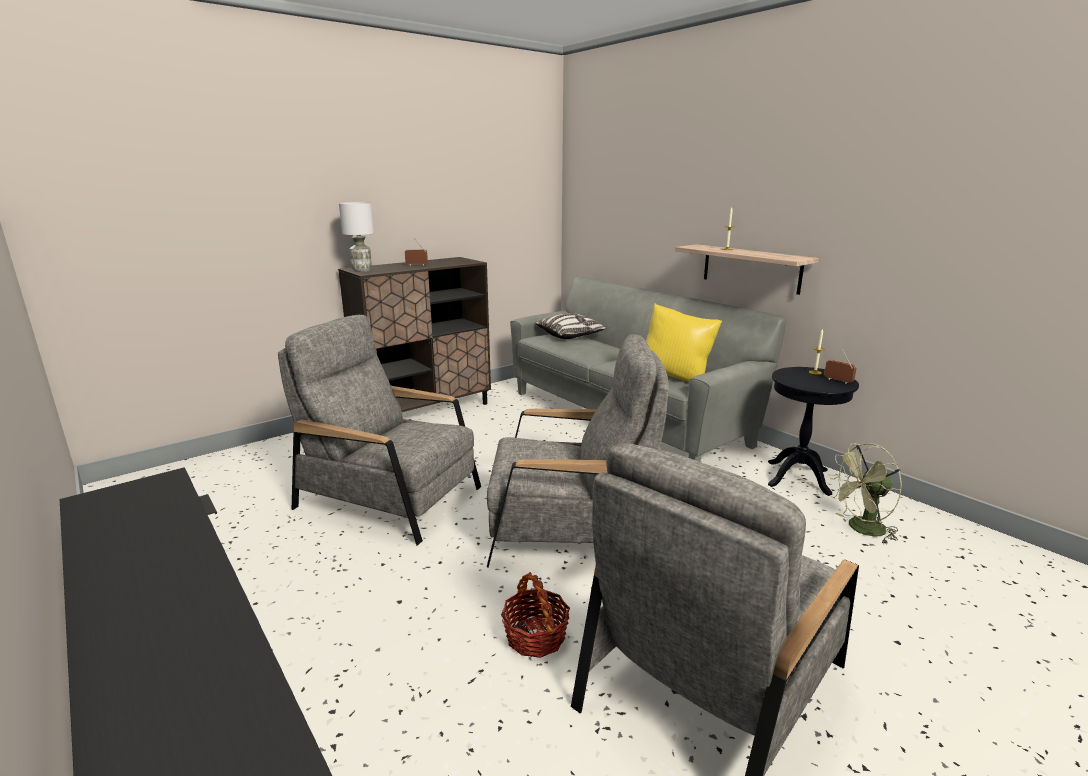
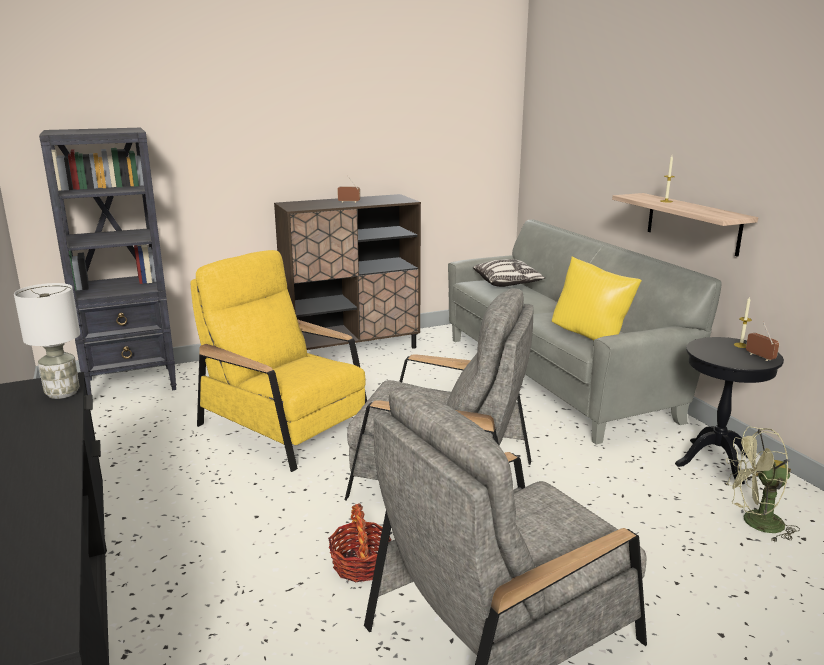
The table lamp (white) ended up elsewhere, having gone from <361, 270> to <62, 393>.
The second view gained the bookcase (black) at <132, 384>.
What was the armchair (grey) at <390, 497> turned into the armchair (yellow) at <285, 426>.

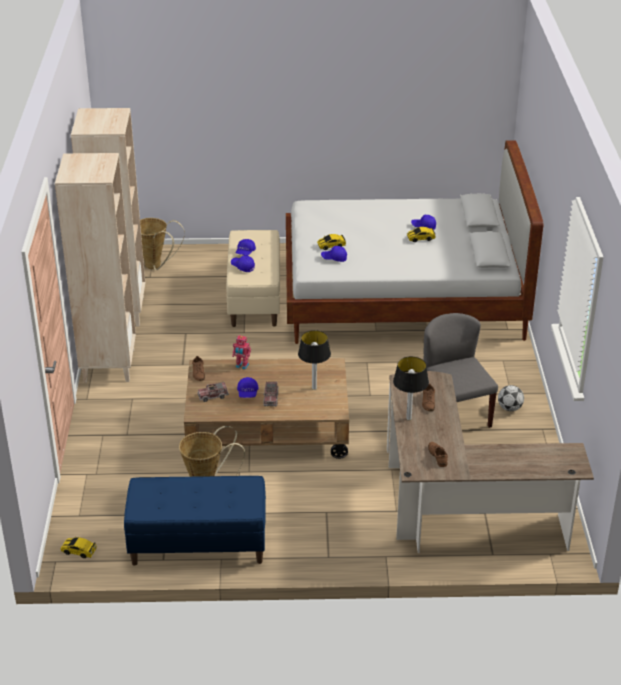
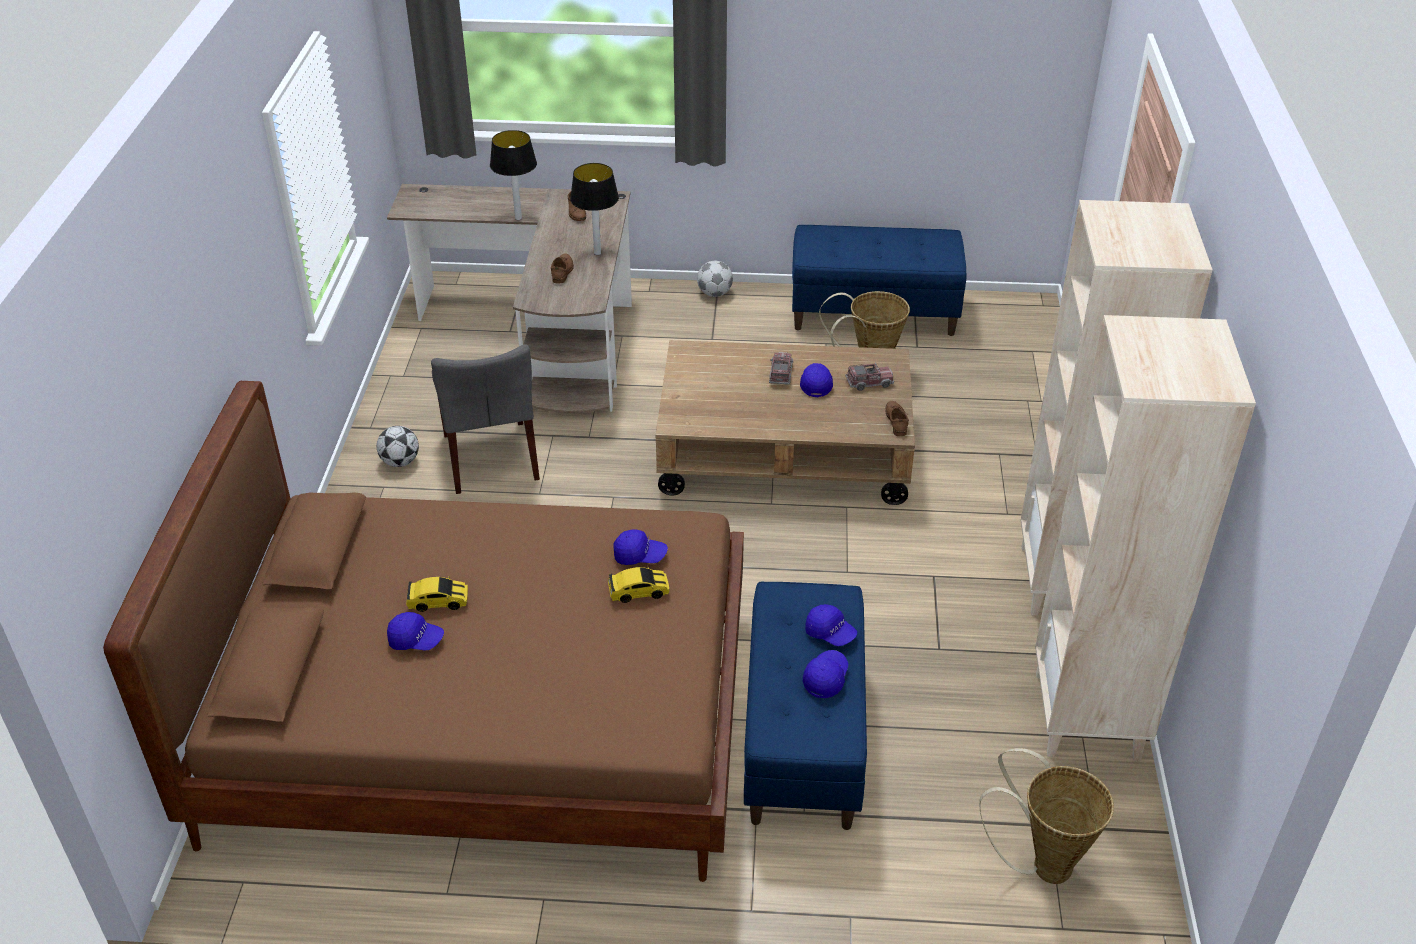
What was the bed (white) at <402, 297> turned into the bed (brown) at <485, 720>.
The table lamp ended up elsewhere, having gone from <314, 388> to <518, 218>.
The second view gained the football at <715, 293>.
What was the bench (beige) at <255, 298> turned into the bench (blue) at <801, 736>.
The second view lost the toy car at <79, 551>.
The second view lost the toy robot at <242, 366>.

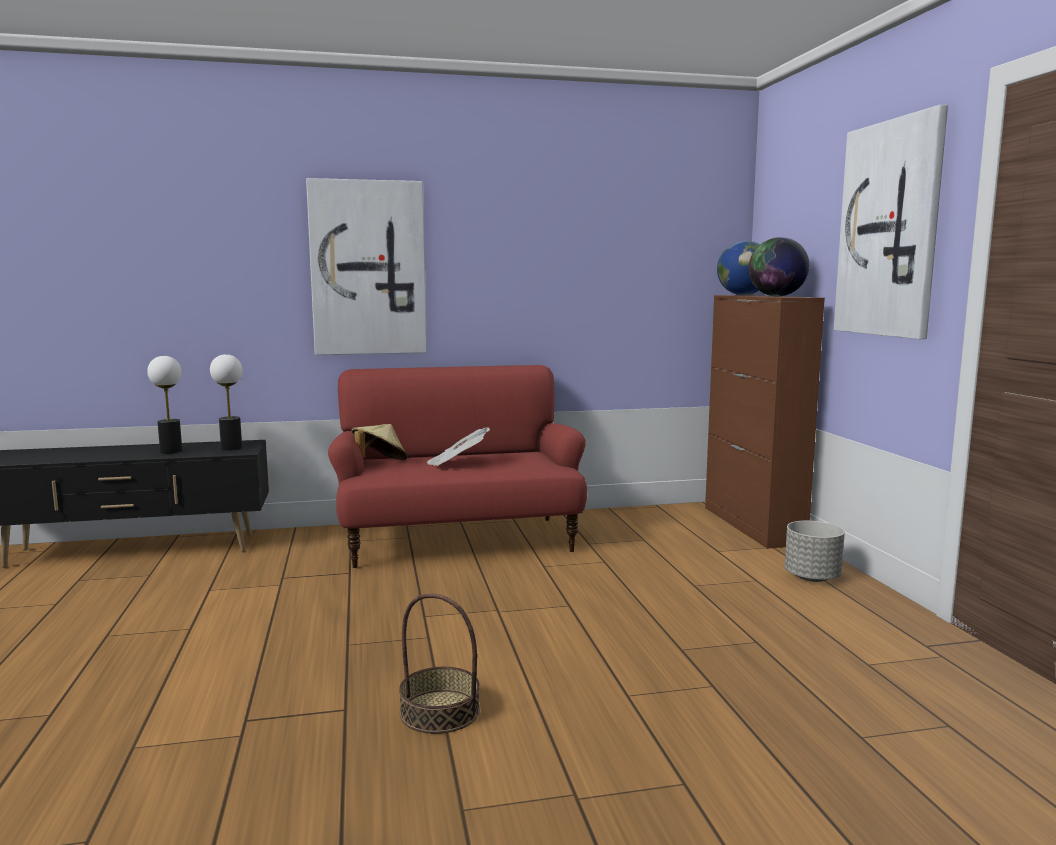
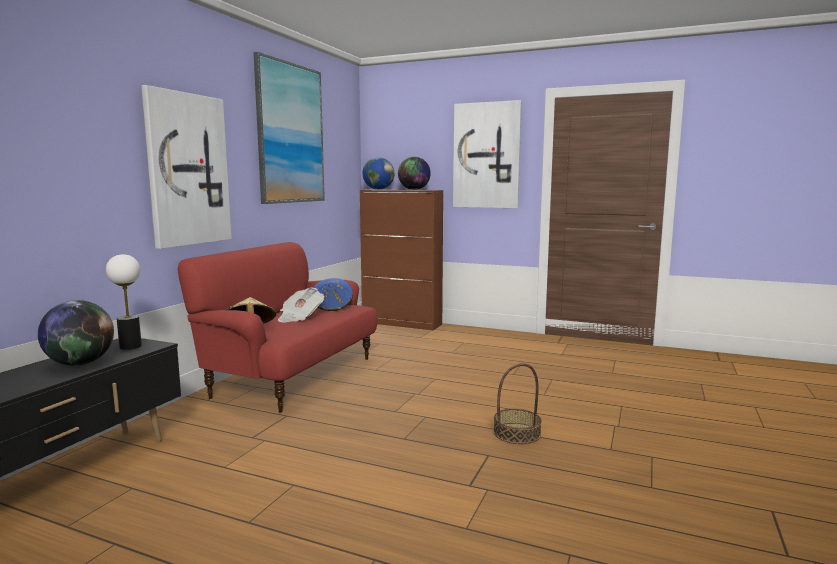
Where the table lamp stood at <171, 451>, the globe came to stand at <80, 363>.
The second view gained the picture at <290, 134>.
The second view gained the hat (blue) at <332, 307>.
The second view lost the planter (grey) at <812, 577>.

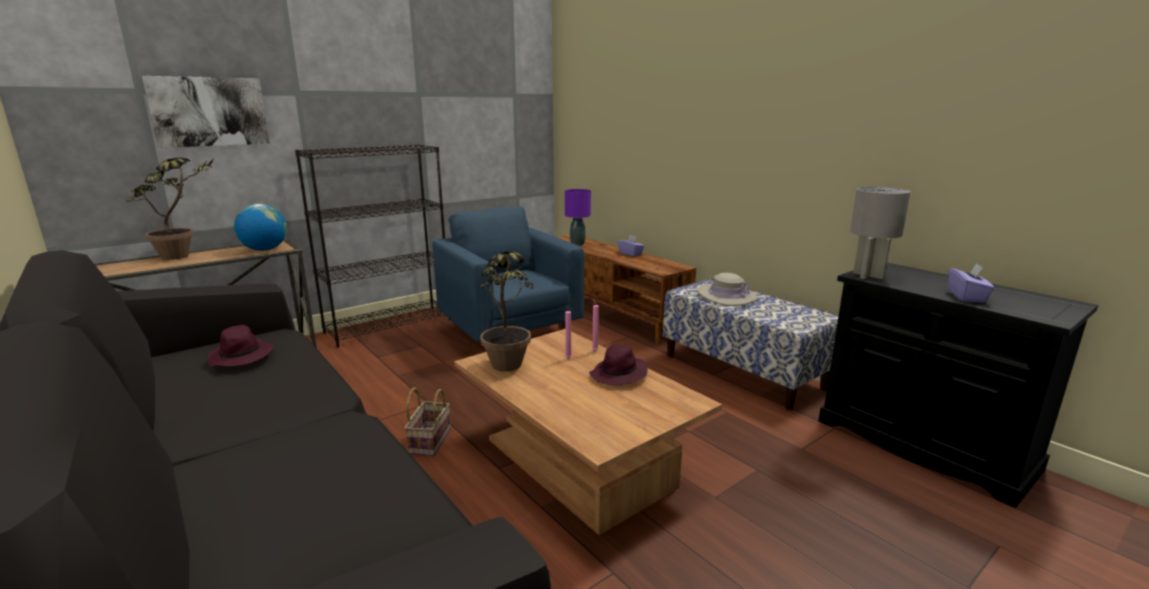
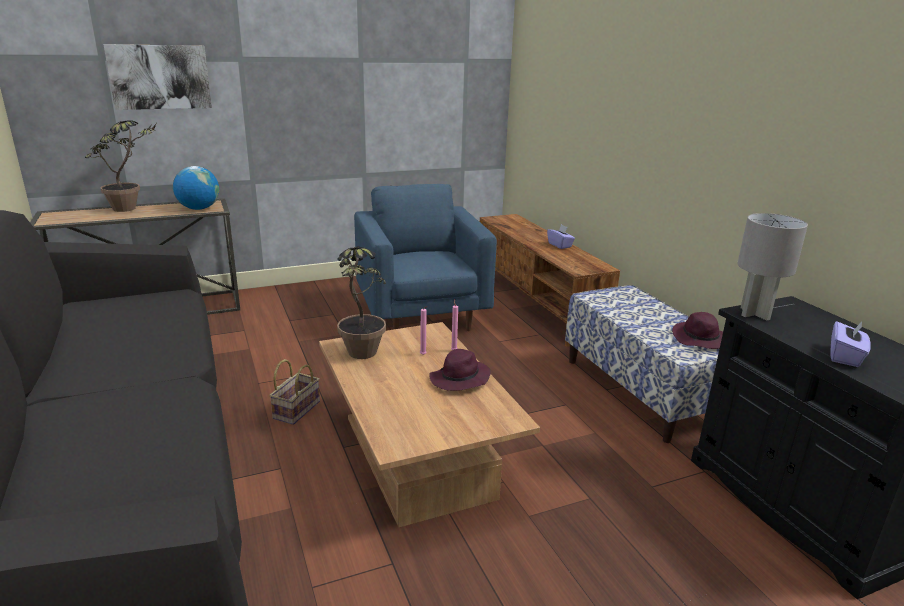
The hat (purple) ended up elsewhere, having gone from <242, 357> to <700, 339>.
The second view lost the bookcase (black) at <389, 325>.
The second view lost the table lamp (purple) at <577, 244>.
The second view lost the hat (beige) at <726, 296>.

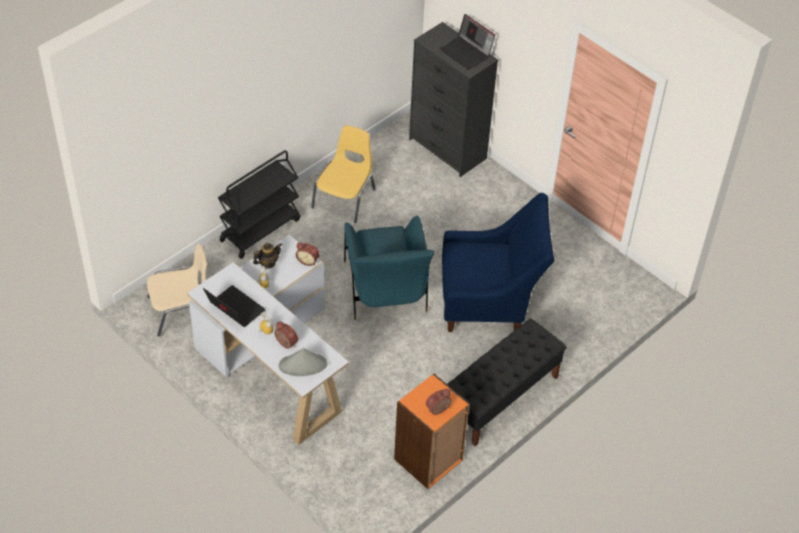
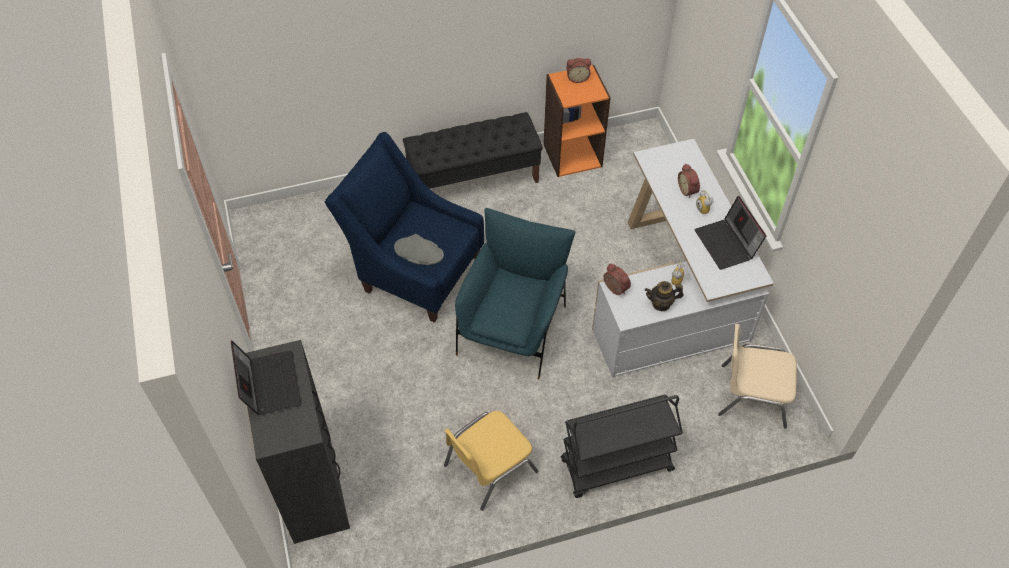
The hat (grey) ended up elsewhere, having gone from <303, 365> to <418, 252>.

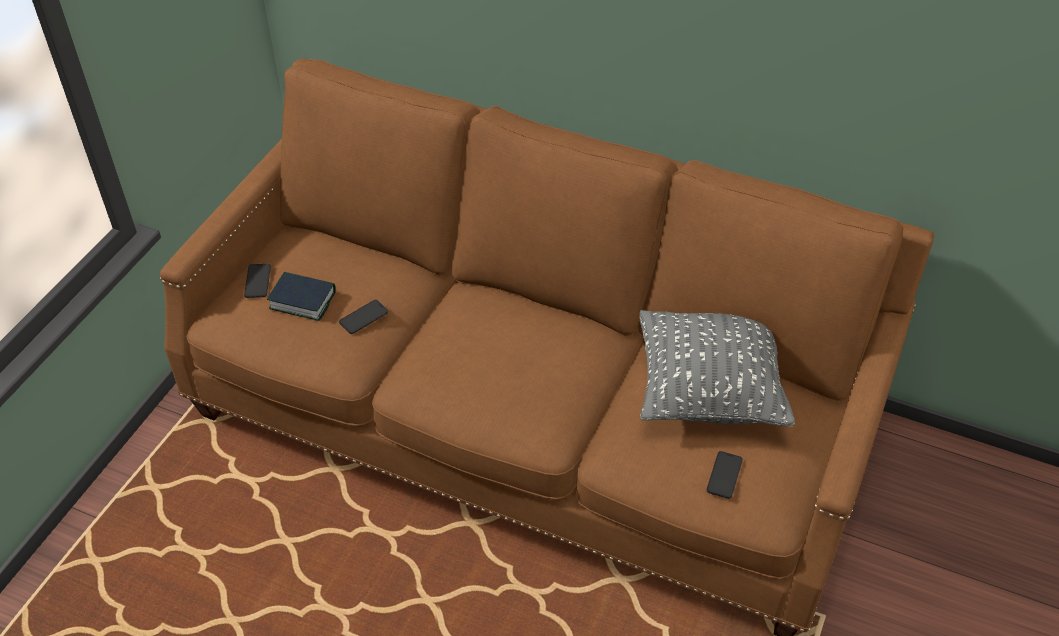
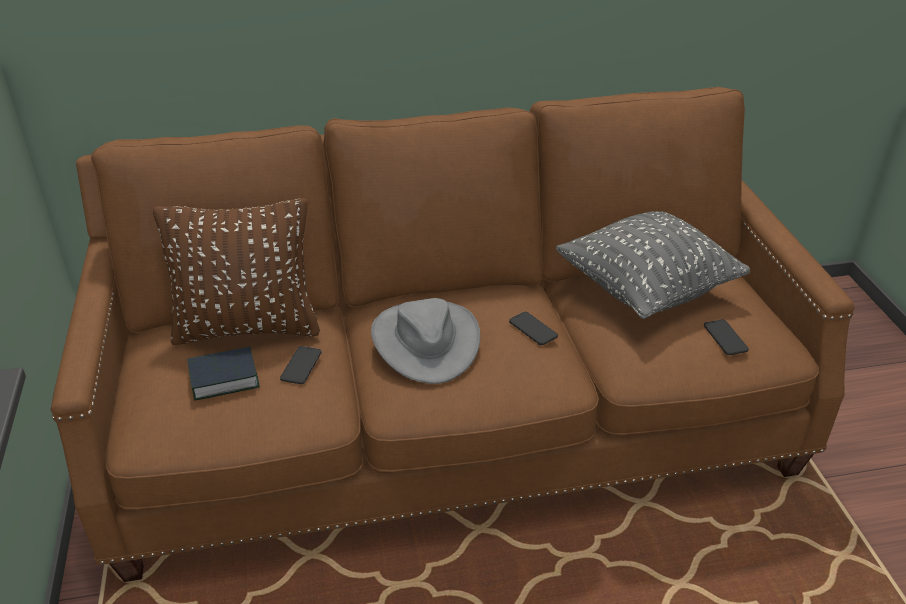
The second view gained the pillow (brown) at <248, 327>.
The second view gained the hat (grey) at <425, 341>.
The phone ended up elsewhere, having gone from <257, 281> to <533, 329>.

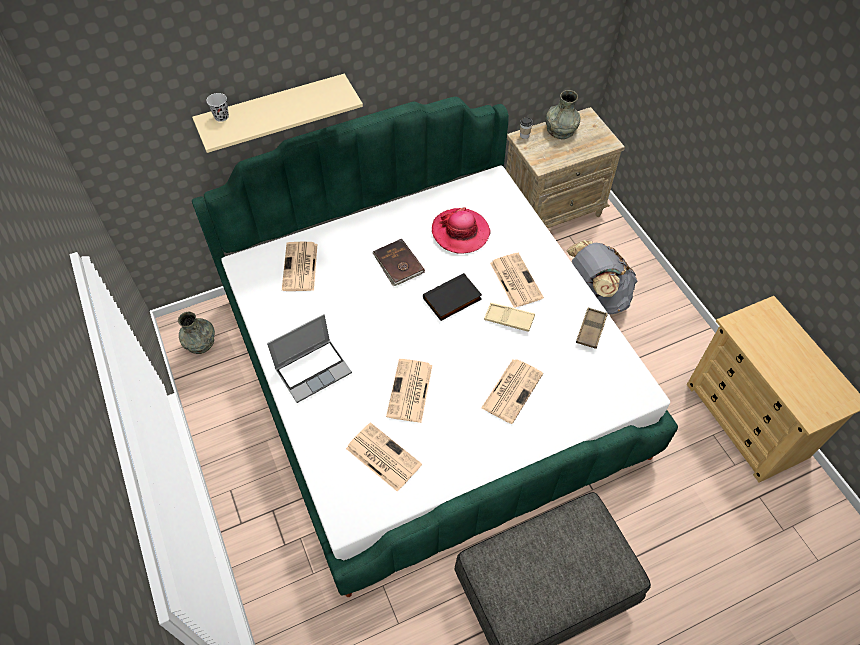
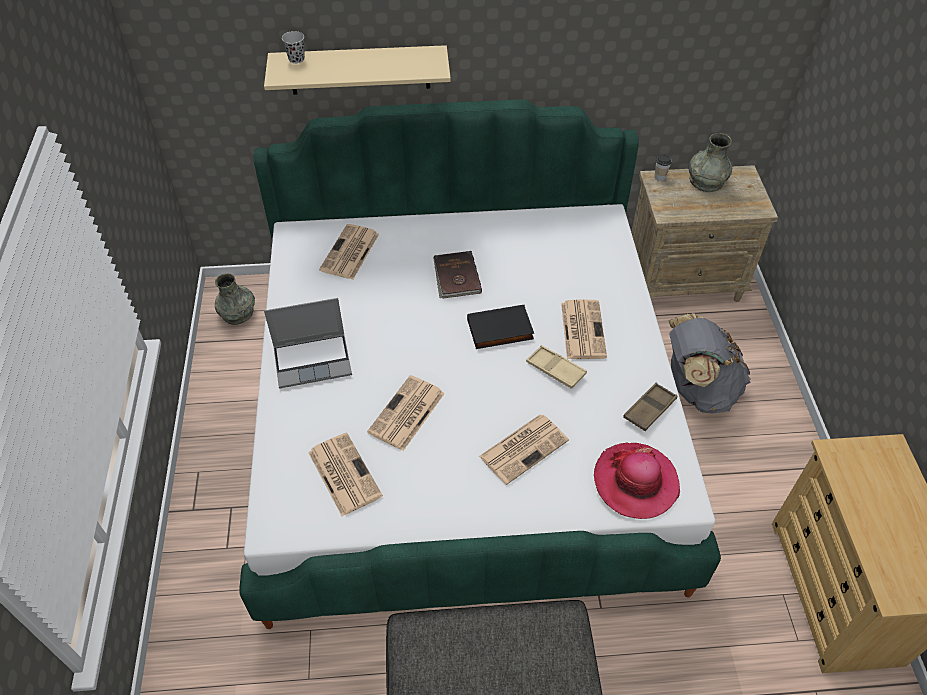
The hat ended up elsewhere, having gone from <460, 232> to <635, 482>.

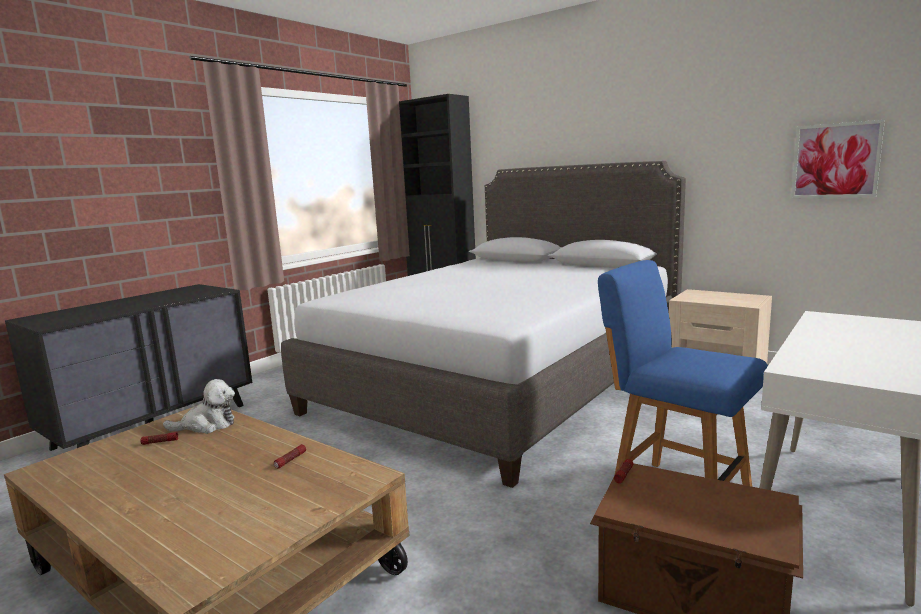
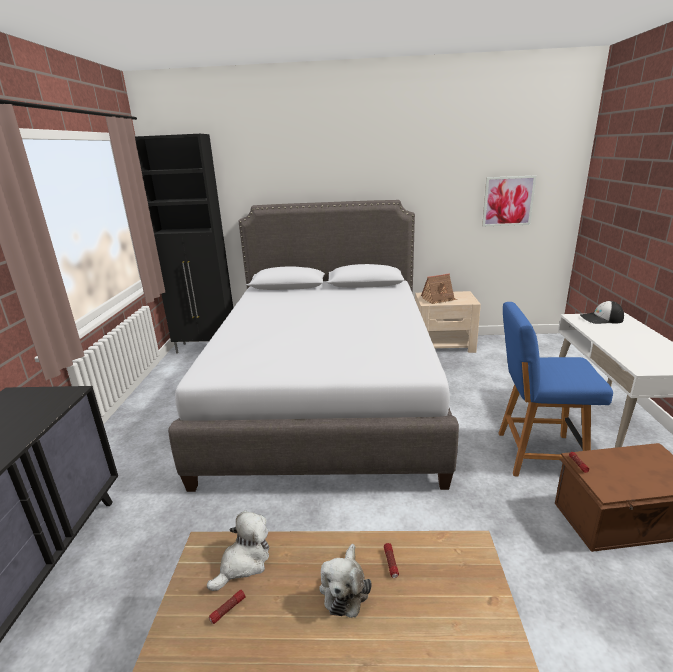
The second view gained the plush toy at <345, 589>.
The second view gained the toy house at <439, 299>.
The second view gained the cap at <601, 319>.

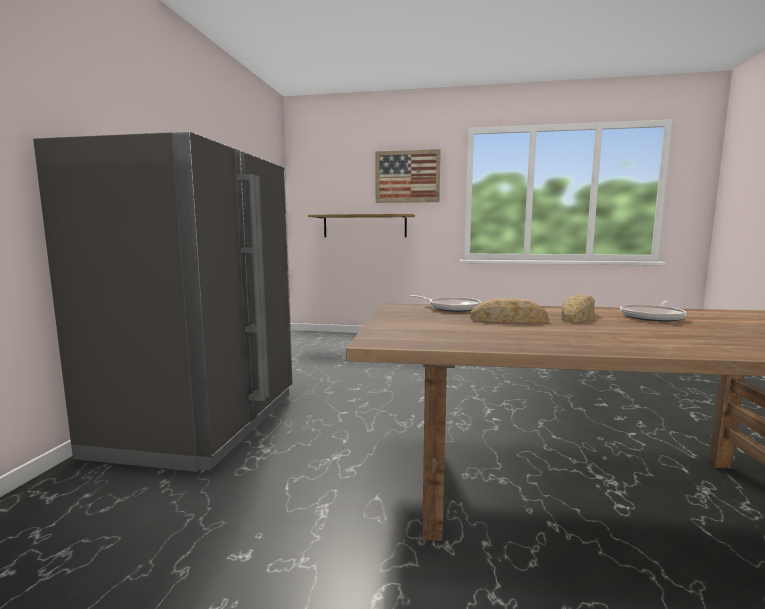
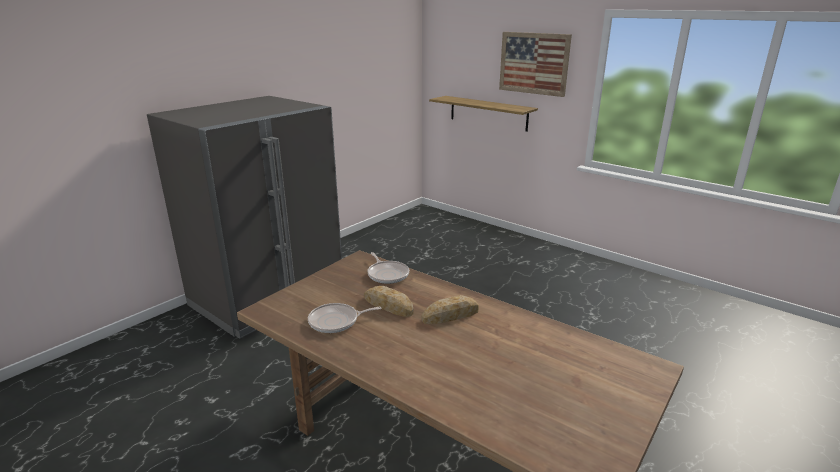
The frying pan ended up elsewhere, having gone from <653, 317> to <336, 321>.

